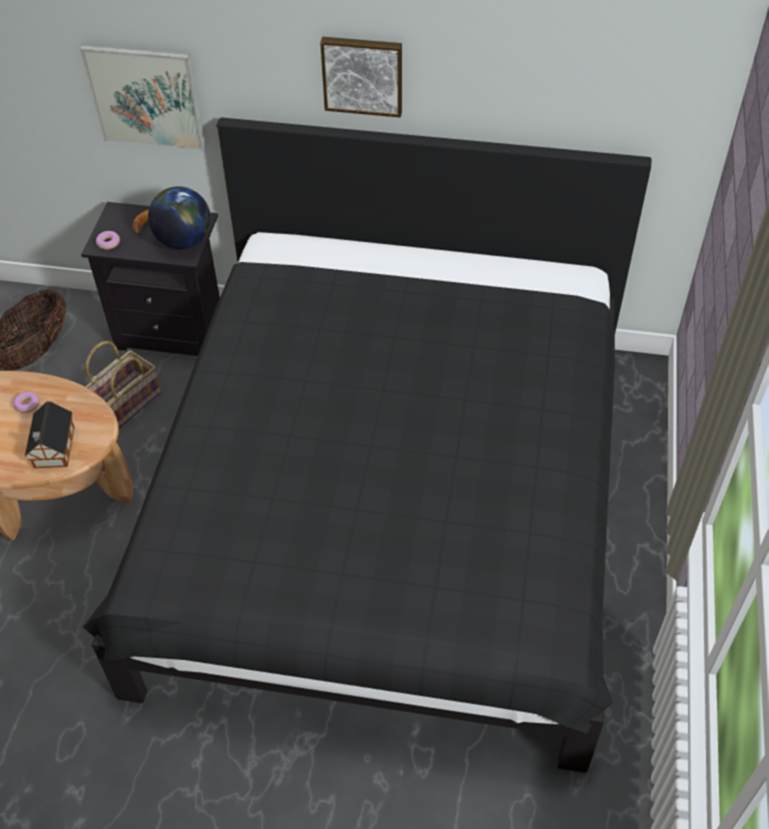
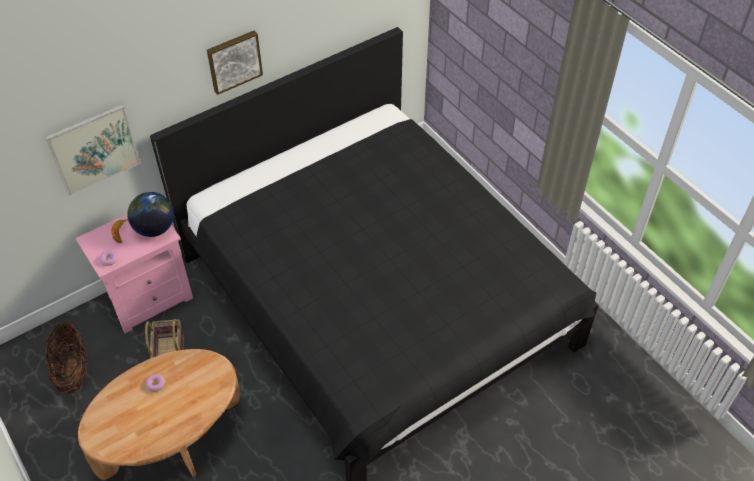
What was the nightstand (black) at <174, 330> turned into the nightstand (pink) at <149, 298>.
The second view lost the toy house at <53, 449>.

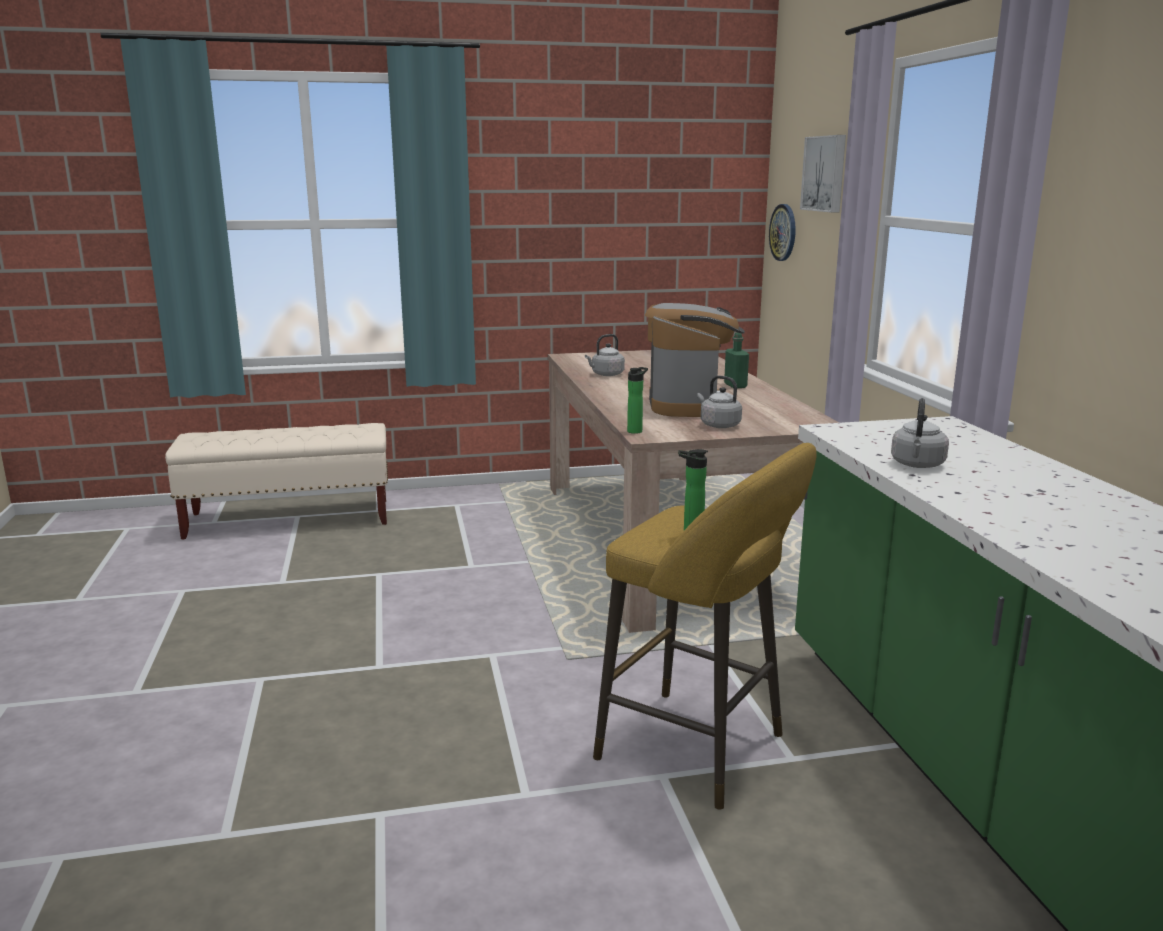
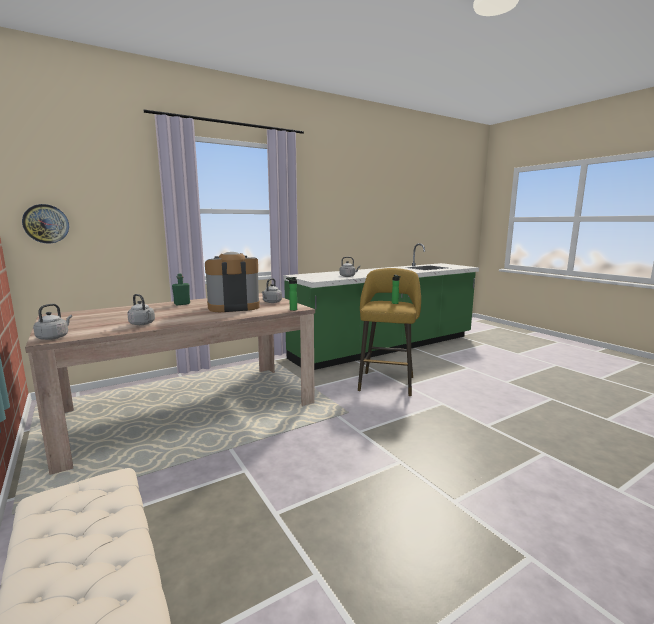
The second view gained the kettle (grey) at <54, 337>.
The second view lost the picture at <825, 173>.

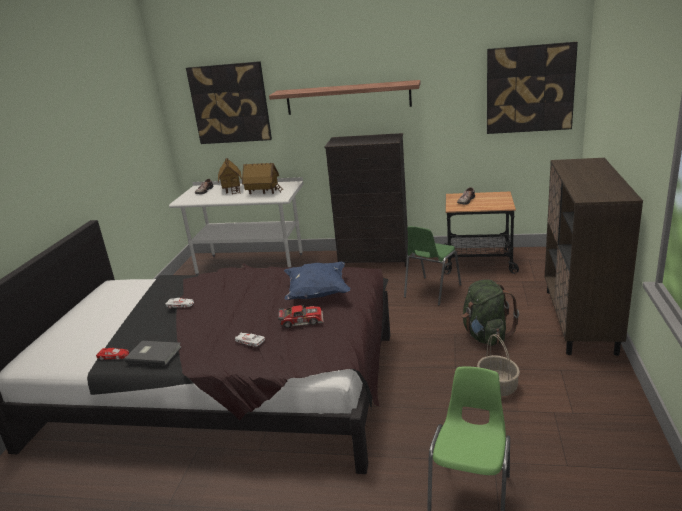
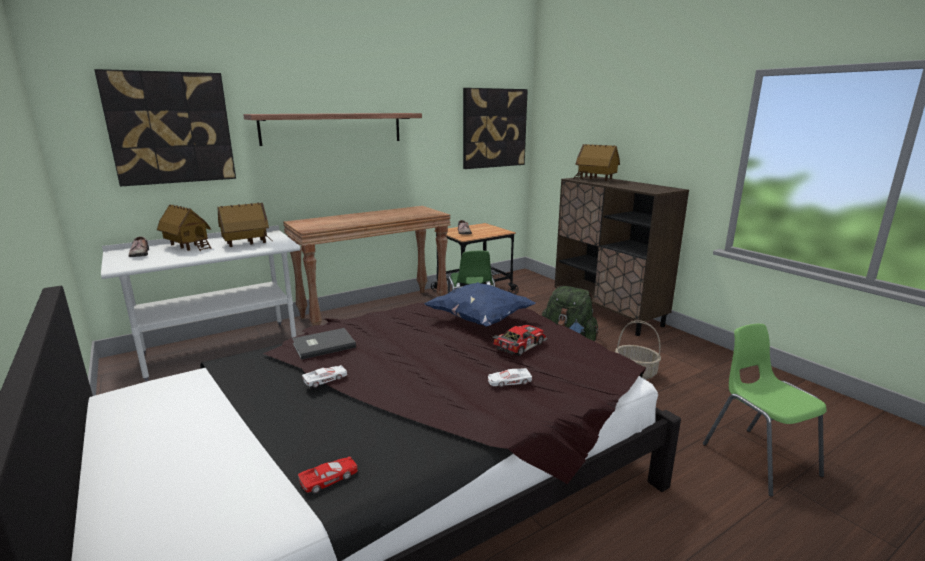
Where the dresser (black) stood at <374, 259>, the console table (brown) came to stand at <375, 310>.
The book (grey) ended up elsewhere, having gone from <154, 353> to <322, 345>.
The second view gained the toy house at <595, 179>.

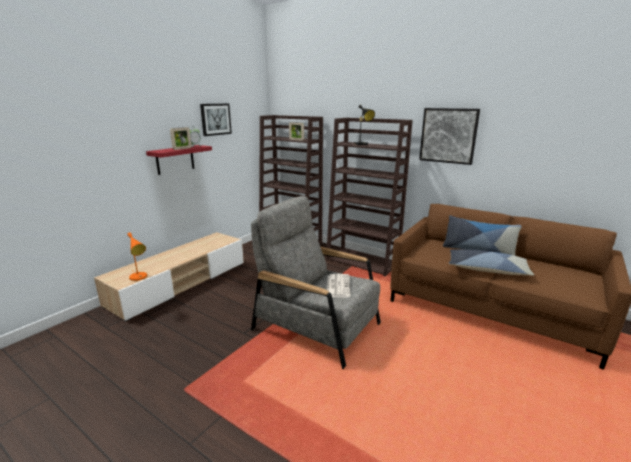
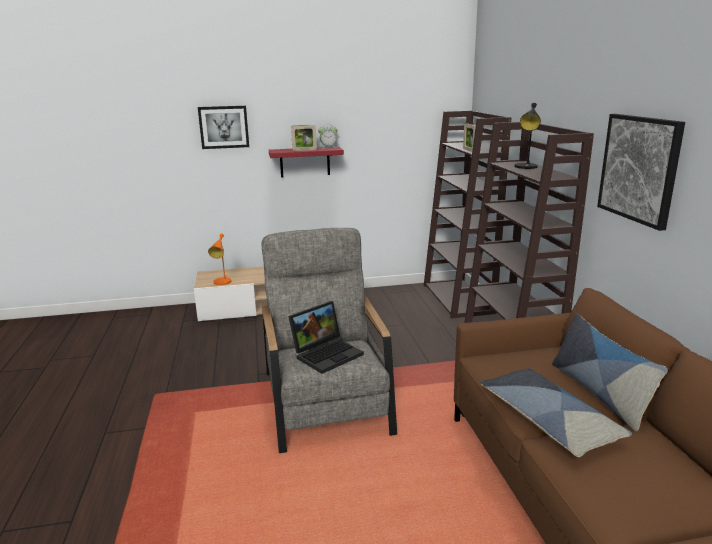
The picture ended up elsewhere, having gone from <215, 119> to <224, 127>.
Where the newspaper stood at <338, 286>, the laptop came to stand at <327, 353>.

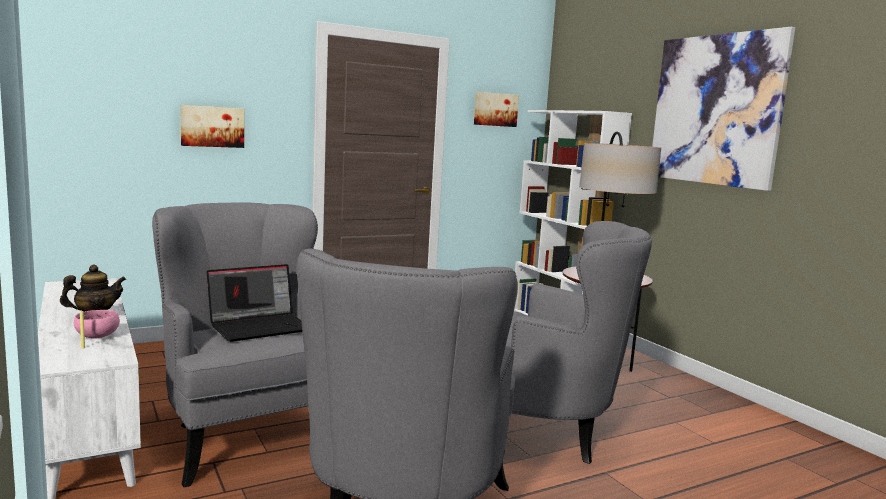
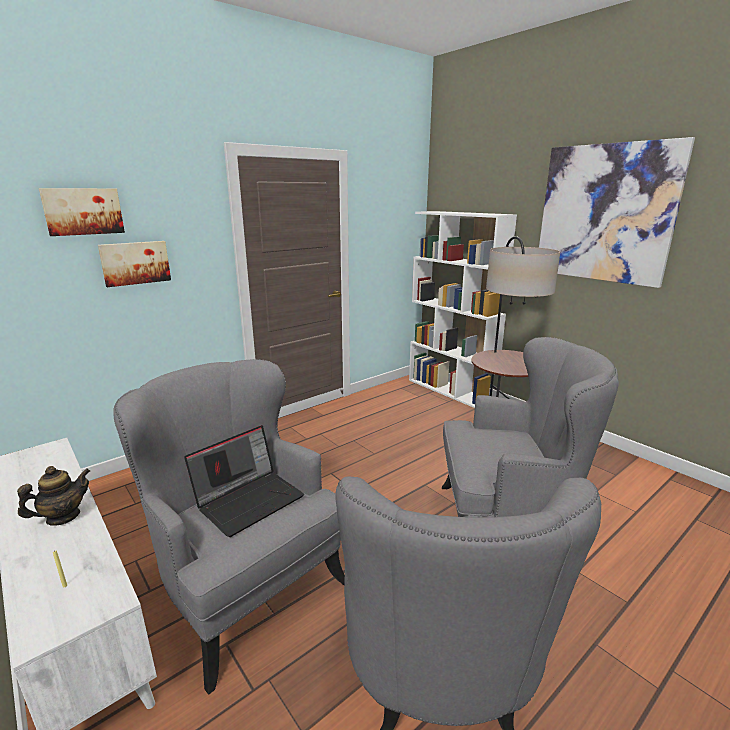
The picture ended up elsewhere, having gone from <495, 109> to <83, 211>.
The second view lost the bowl (pink) at <96, 336>.

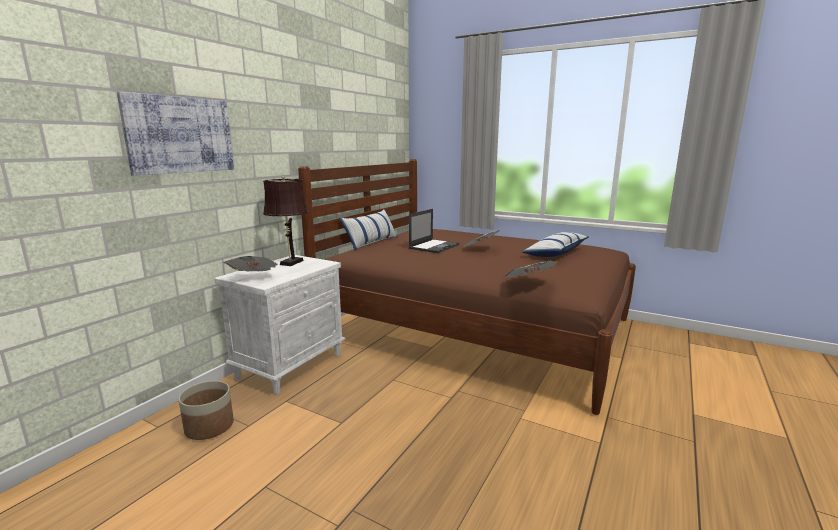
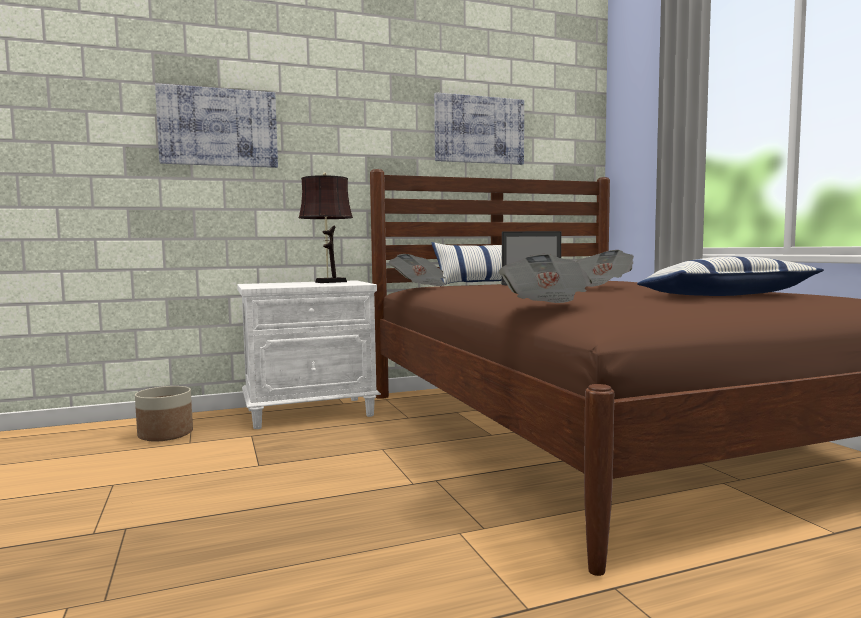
The newspaper ended up elsewhere, having gone from <254, 278> to <420, 287>.
The second view gained the picture at <479, 130>.

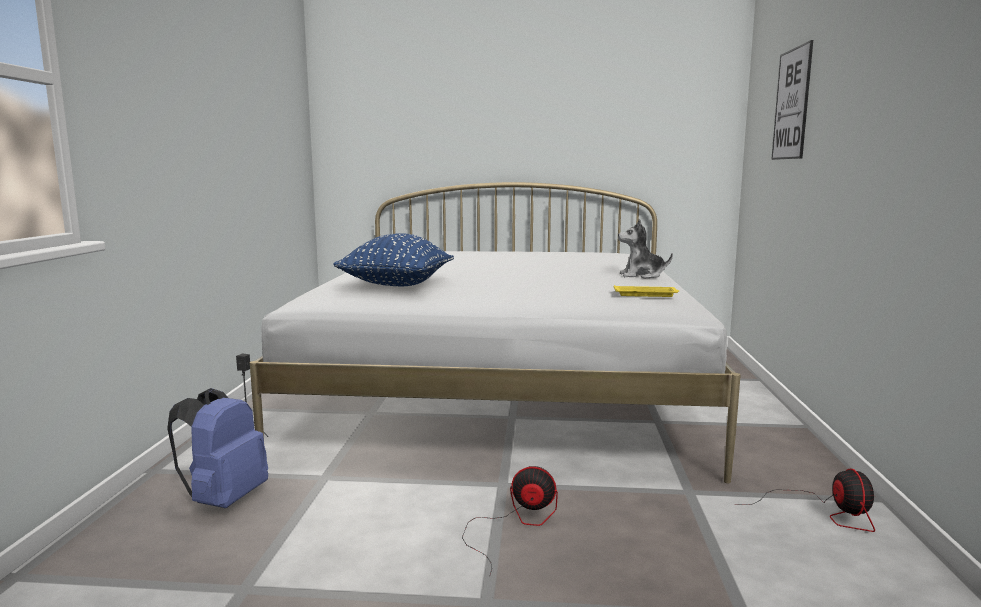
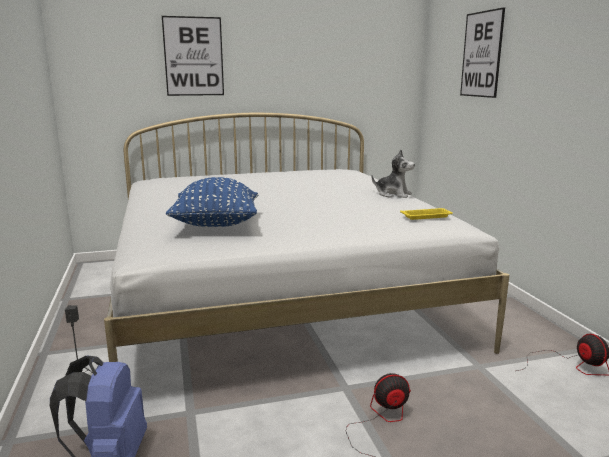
The second view gained the picture at <193, 56>.
The plush toy at <642, 275> ended up facing another way, 135 degrees counterclockwise from before.

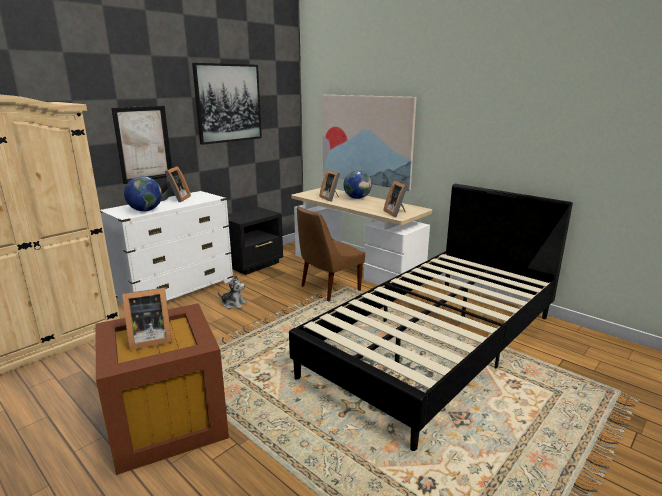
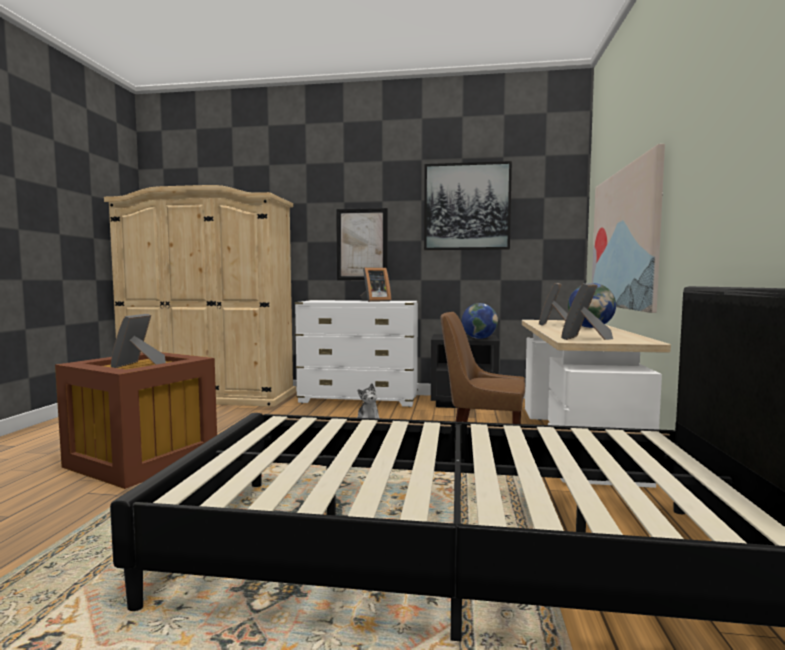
The picture frame at <149, 339> ended up facing another way, 60 degrees clockwise from before.
The globe ended up elsewhere, having gone from <145, 210> to <479, 338>.

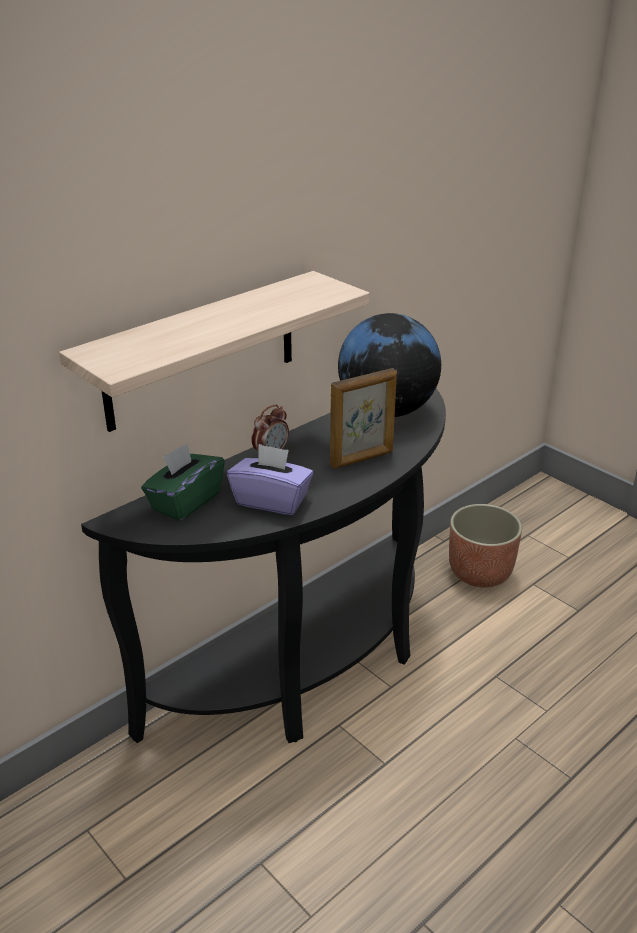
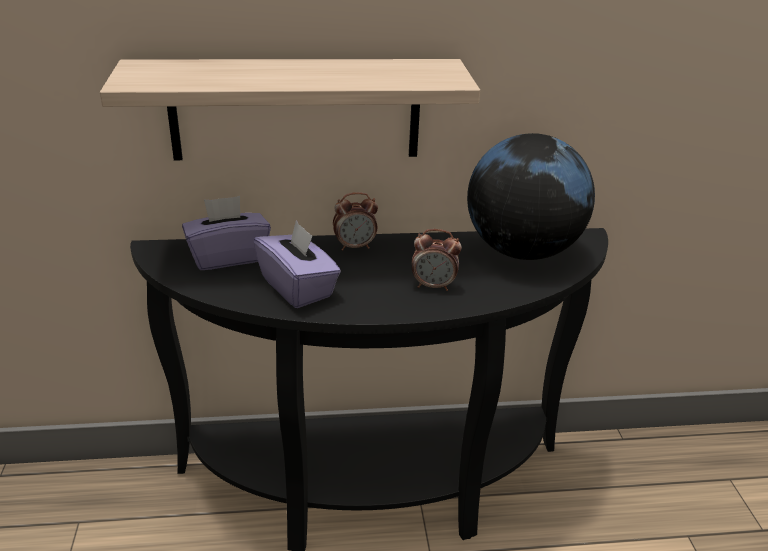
What was the tissue box (green) at <185, 501> turned into the tissue box (purple) at <228, 257>.
Where the picture frame stood at <362, 459>, the alarm clock came to stand at <433, 286>.
The second view lost the planter at <480, 572>.

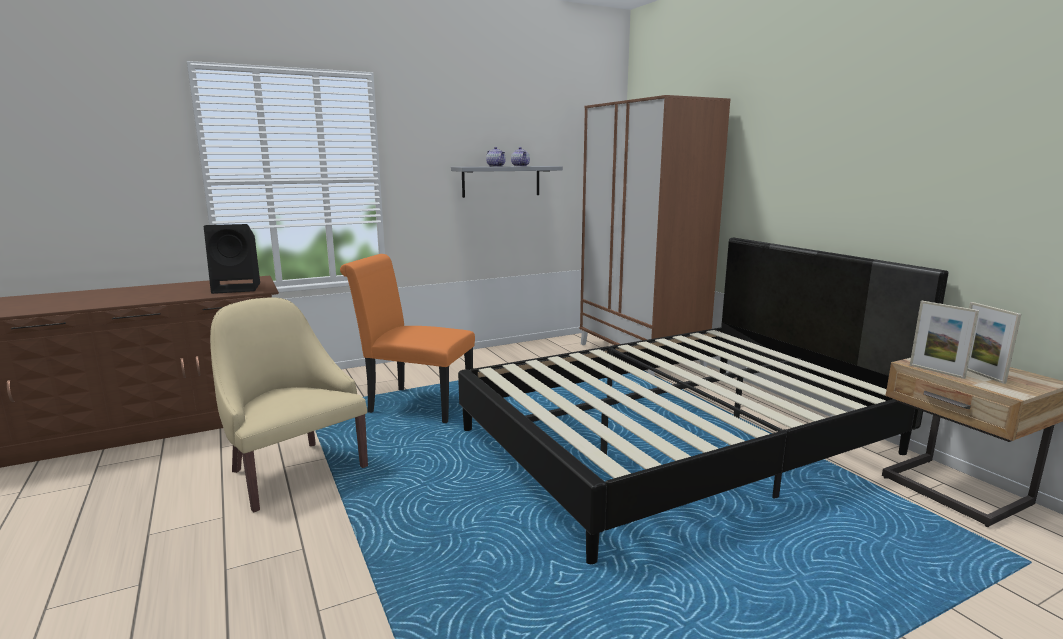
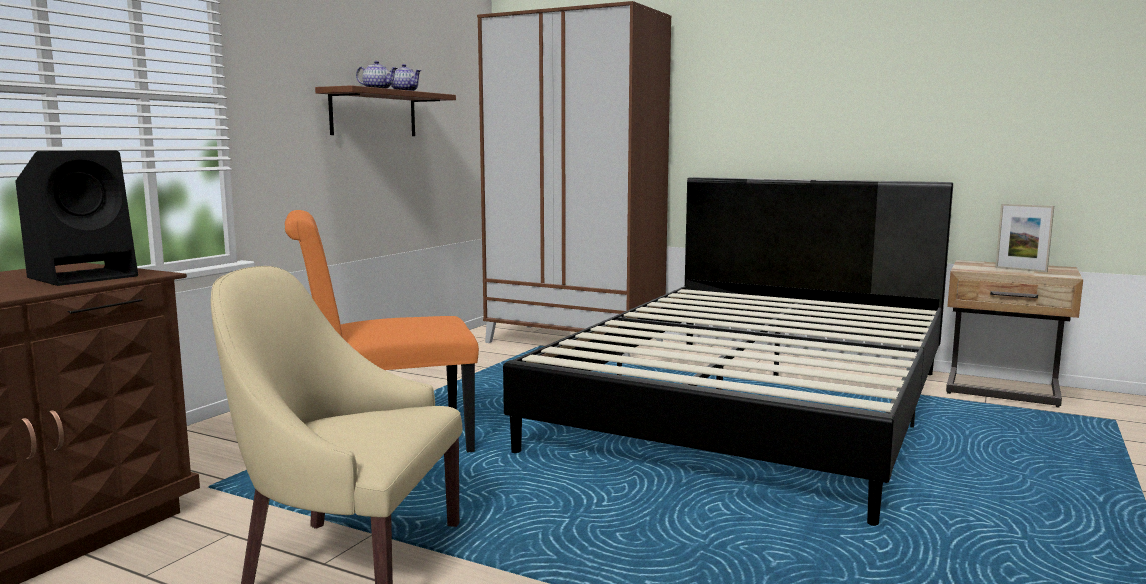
What was the shelf (grey) at <501, 181> turned into the shelf (brown) at <374, 113>.
The second view lost the picture frame at <936, 371>.

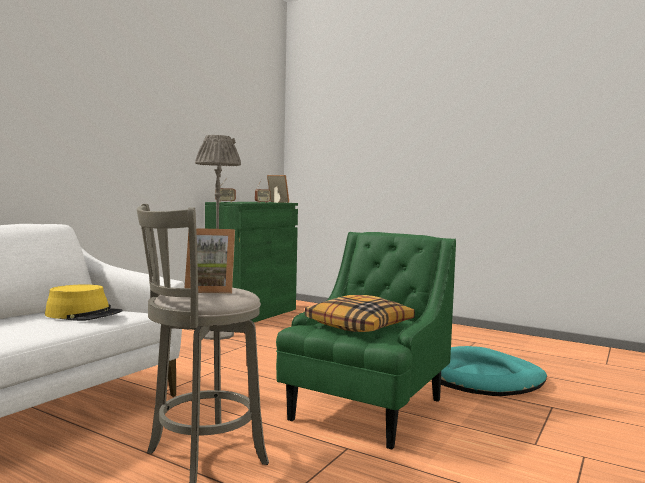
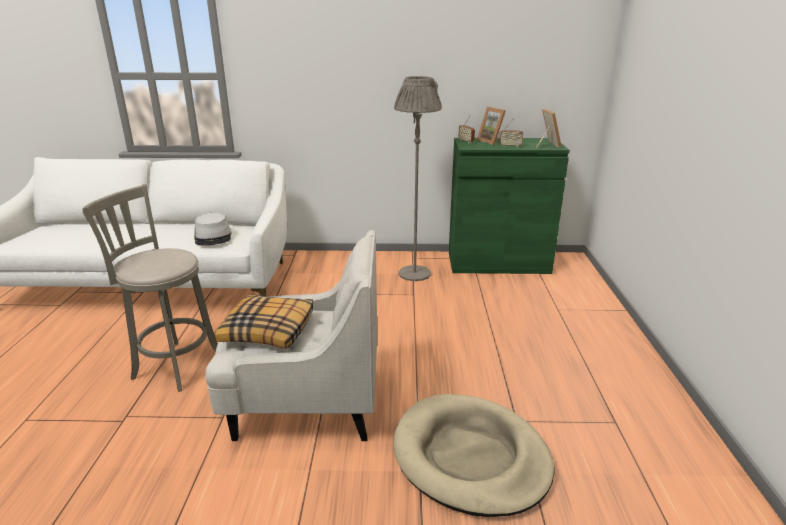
What was the hat (yellow) at <84, 314> turned into the hat (grey) at <213, 237>.
What was the armchair (green) at <366, 410> turned into the armchair (white) at <305, 404>.
What was the dog bed (turquoise) at <482, 377> turned into the dog bed (beige) at <470, 457>.
The picture frame ended up elsewhere, having gone from <210, 290> to <491, 141>.

